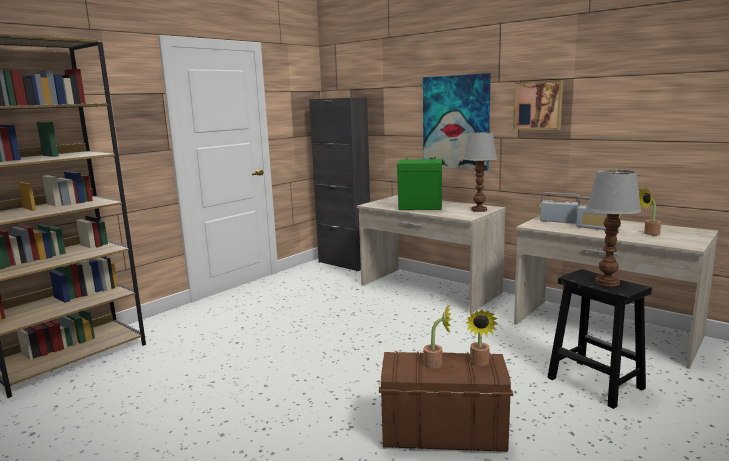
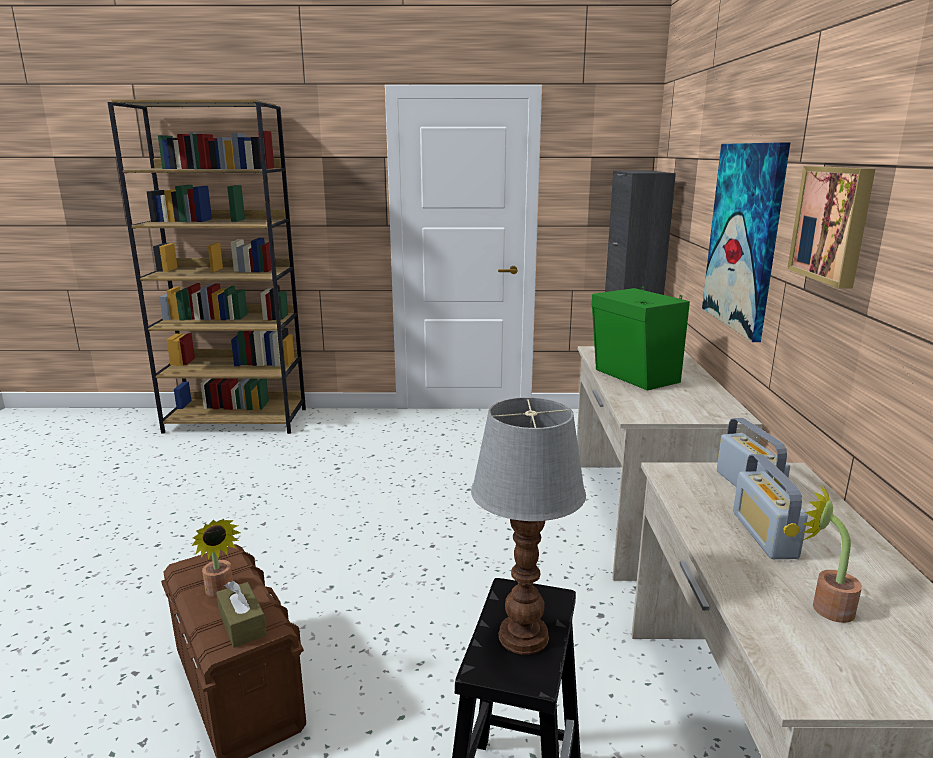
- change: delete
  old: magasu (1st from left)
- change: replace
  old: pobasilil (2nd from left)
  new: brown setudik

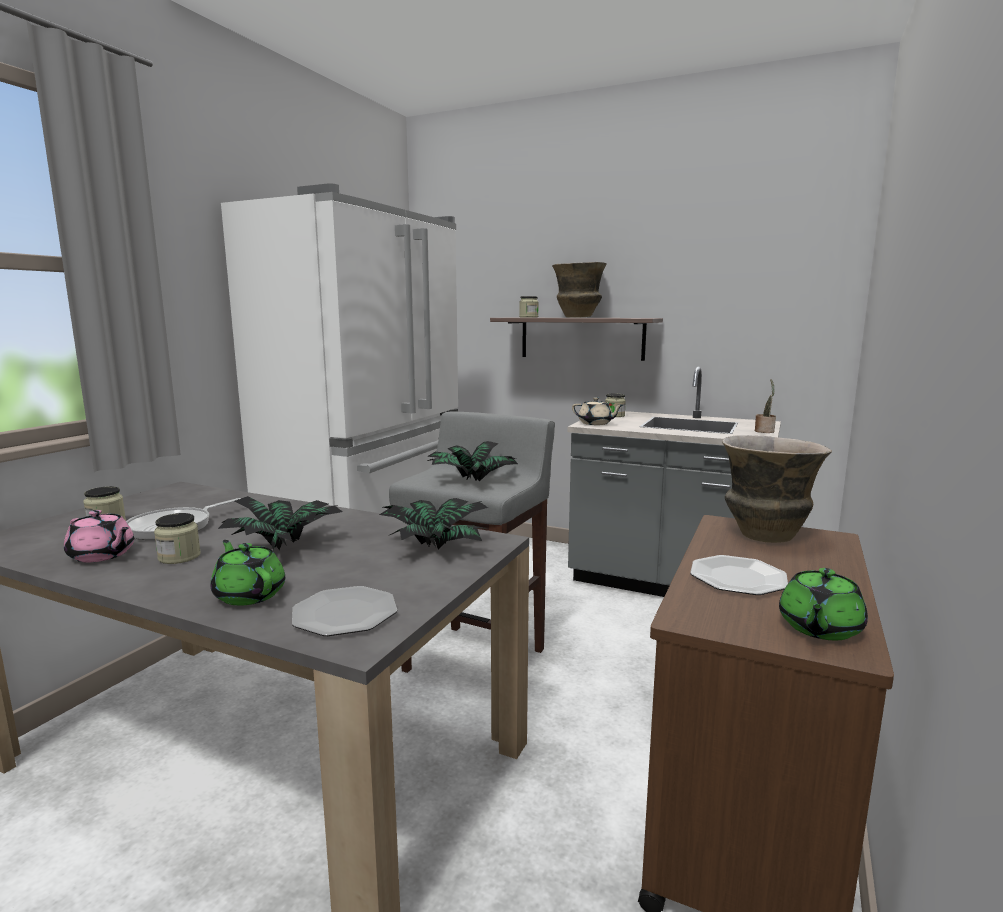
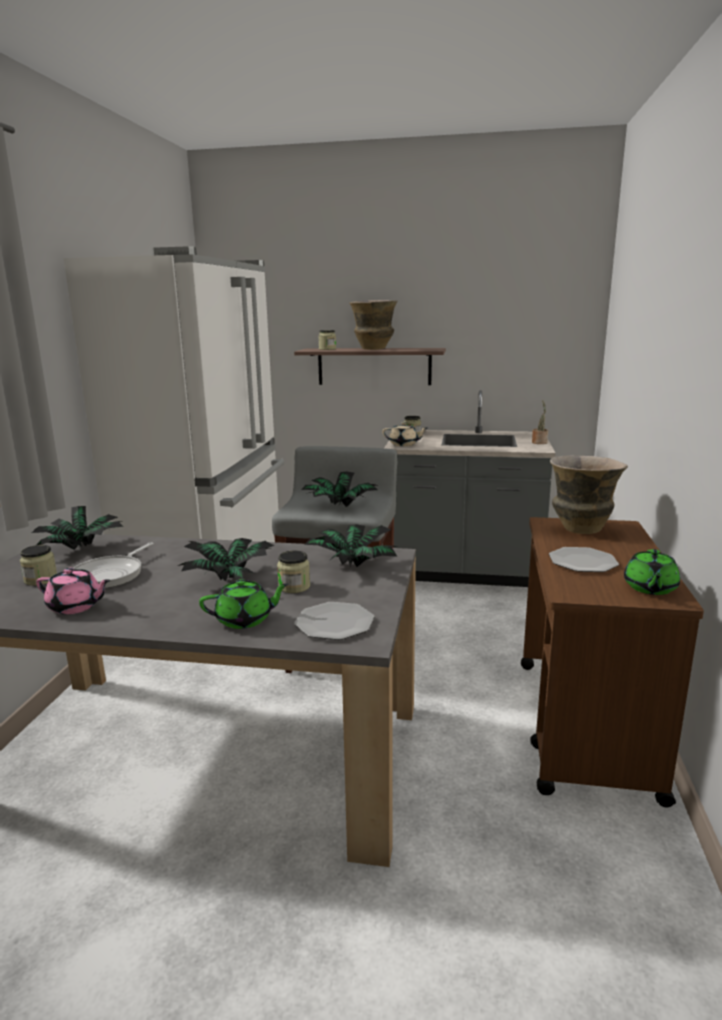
- change: move
  old: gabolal (2nd from left)
- change: rotate
  old: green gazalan (1st from left)
  degrees: 135
- change: insert
  new: pobasilil (1st from left)

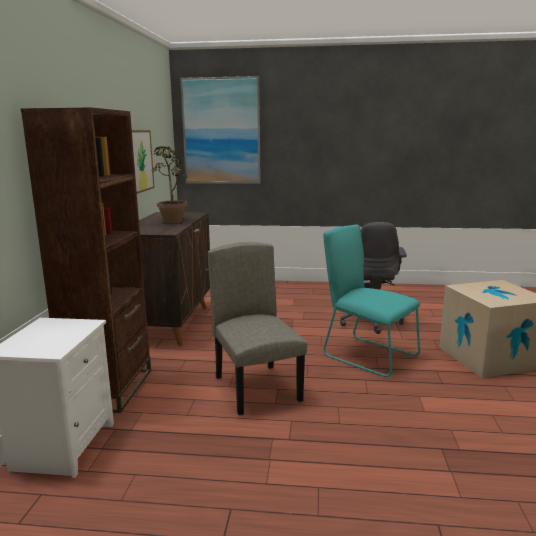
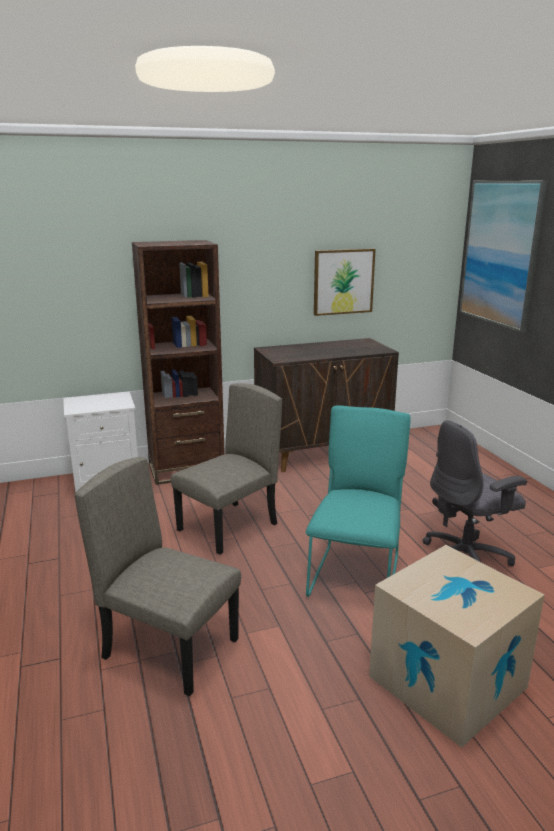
- change: delete
  old: pobasilil
- change: insert
  new: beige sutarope (1st from left)

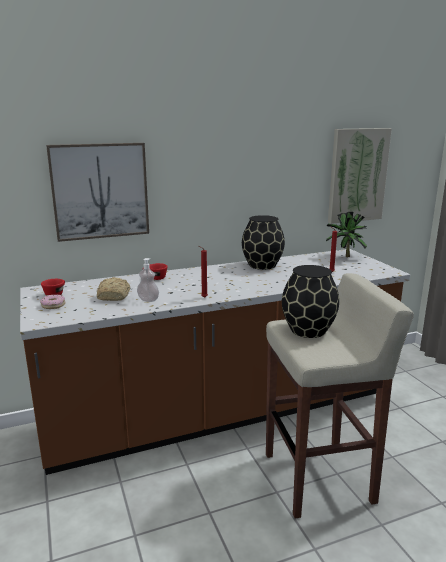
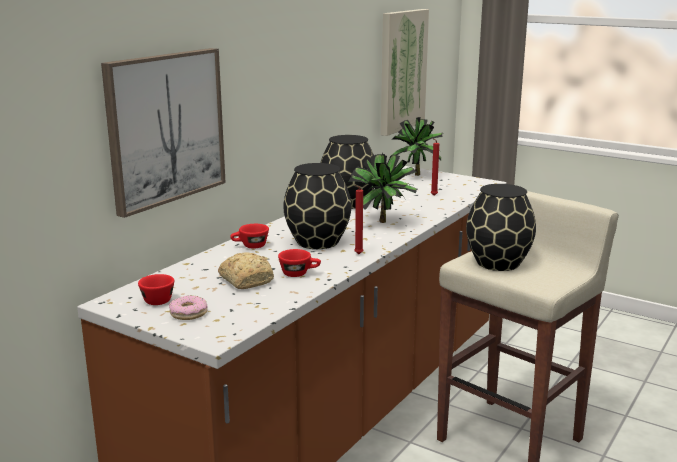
- change: replace
  old: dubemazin
  new: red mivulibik (3rd from left)
- change: insert
  new: pobasilil (1st from left)
- change: insert
  new: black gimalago (1st from left)

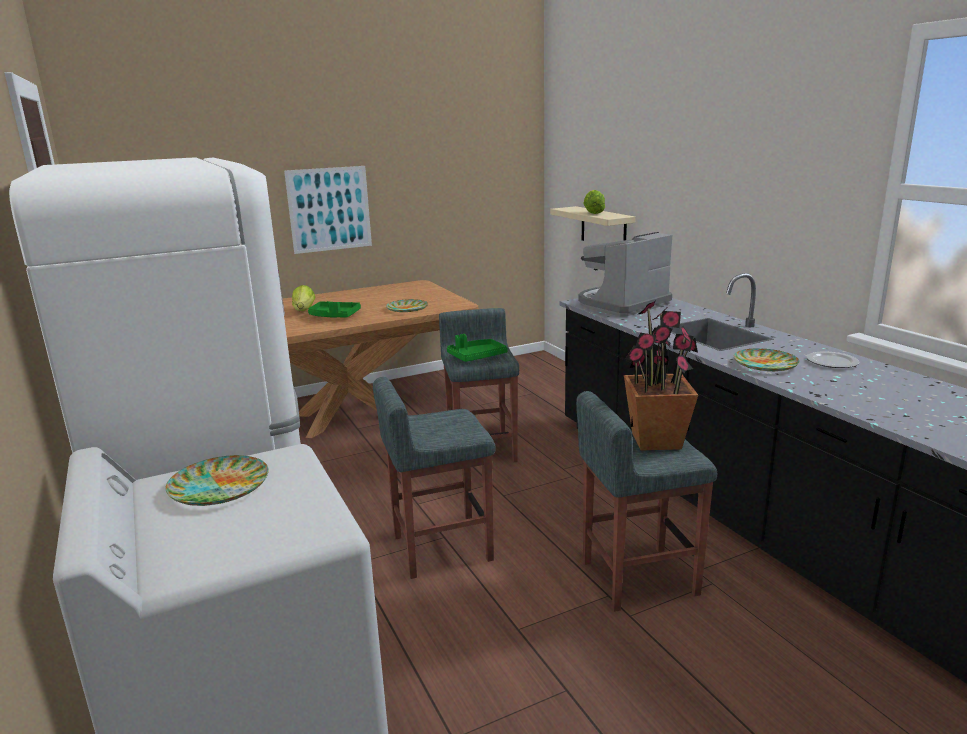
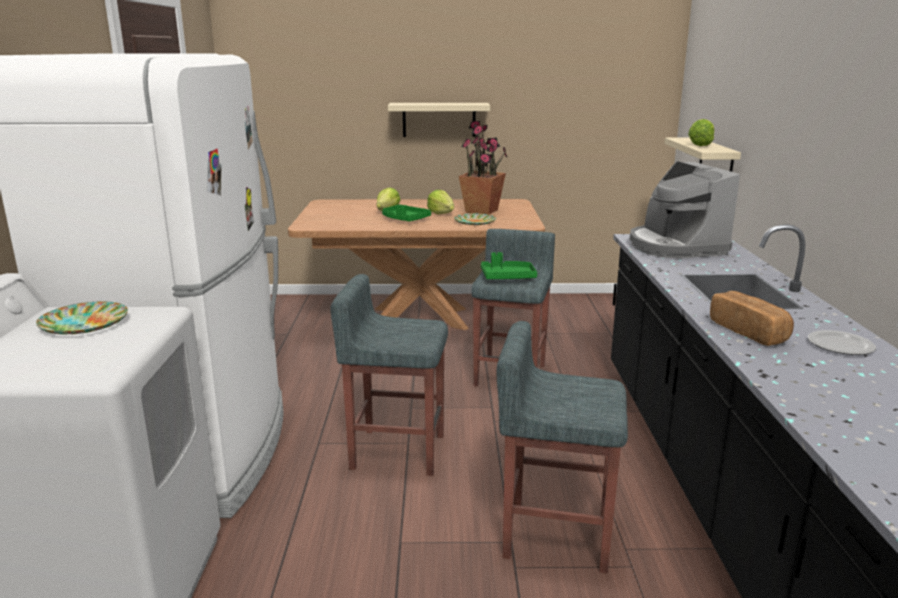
- change: replace
  old: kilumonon
  new: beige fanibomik (1st from left)
- change: rotate
  old: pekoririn
  degrees: -90
- change: move
  old: pobasilil
- change: replace
  old: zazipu (3rd from left)
  new: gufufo
- change: insert
  new: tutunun (2nd from left)

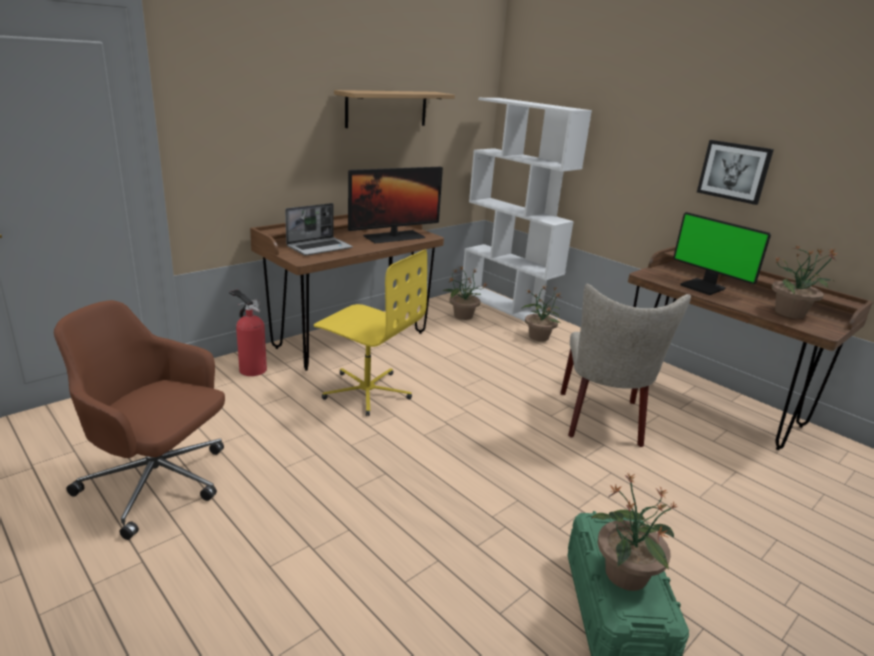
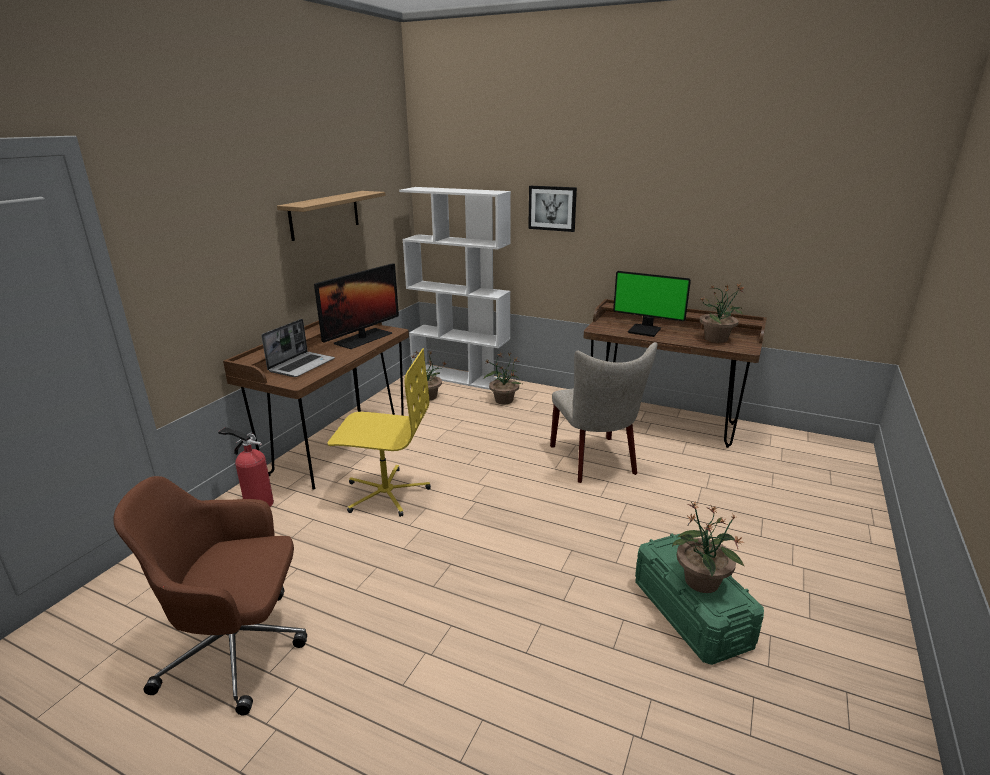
- change: move
  old: kilumonon

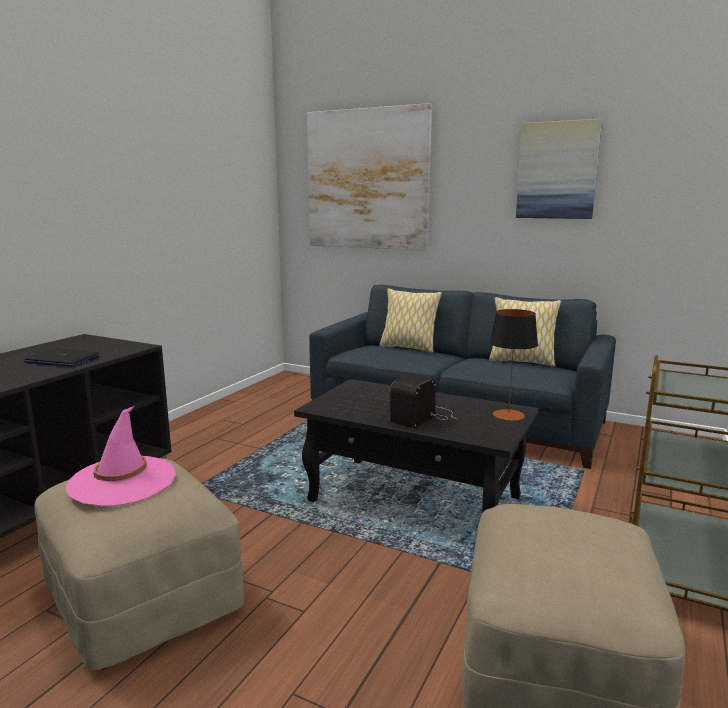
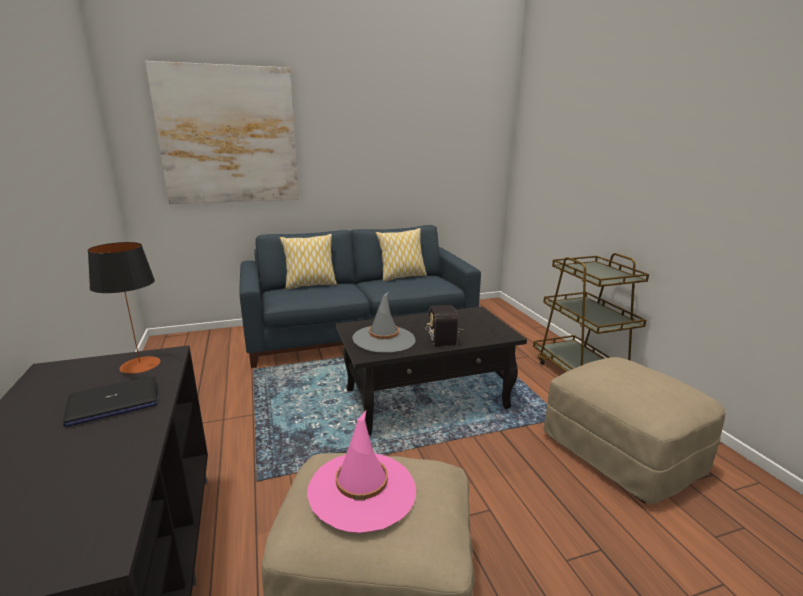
- change: delete
  old: kilumonon (2nd from left)
- change: move
  old: magasu
- change: insert
  new: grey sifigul

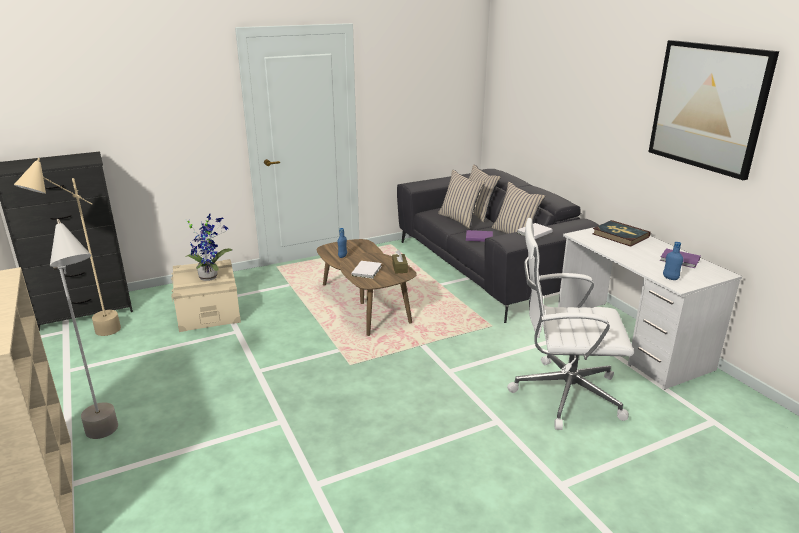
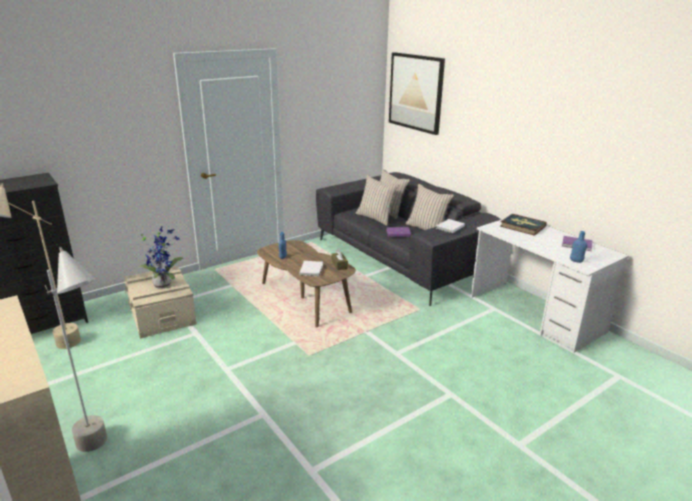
- change: move
  old: kilumonon
- change: delete
  old: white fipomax

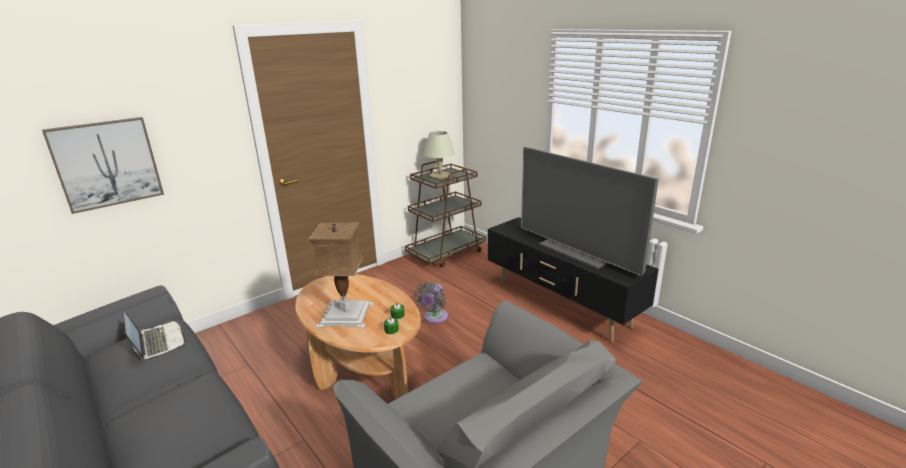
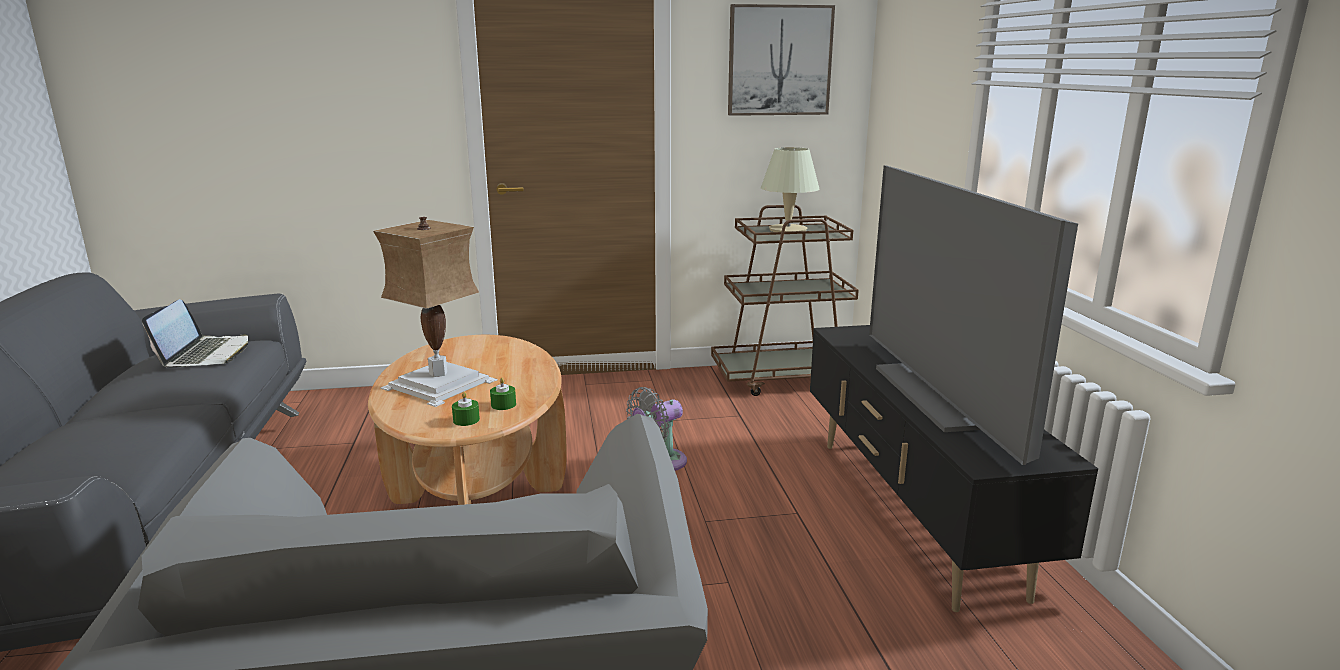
- change: move
  old: kilumonon

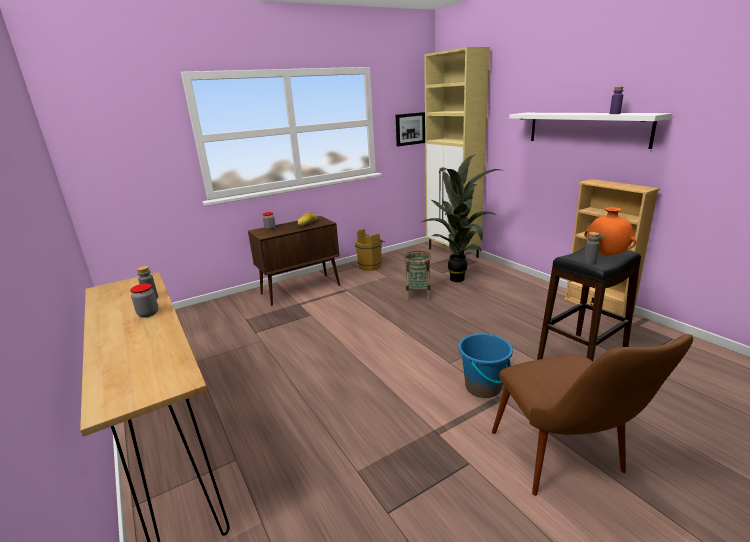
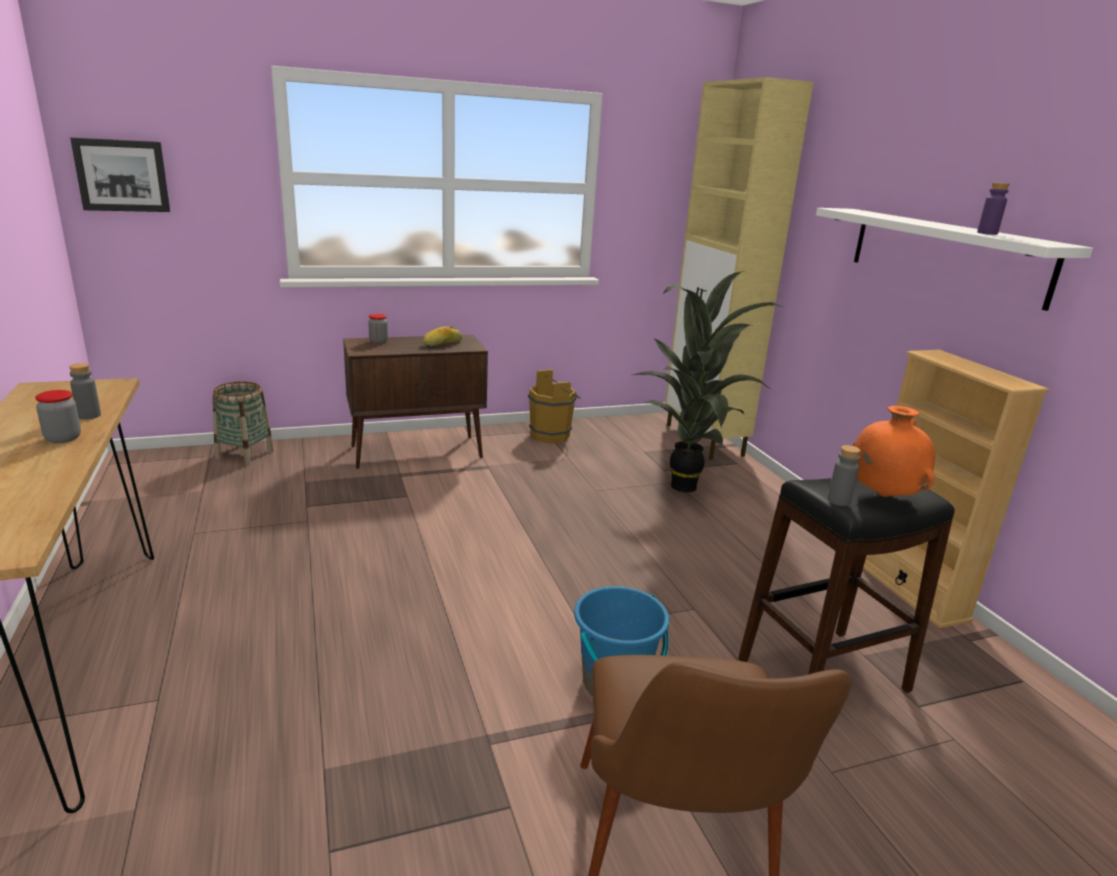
- change: move
  old: kilumonon
- change: move
  old: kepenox

